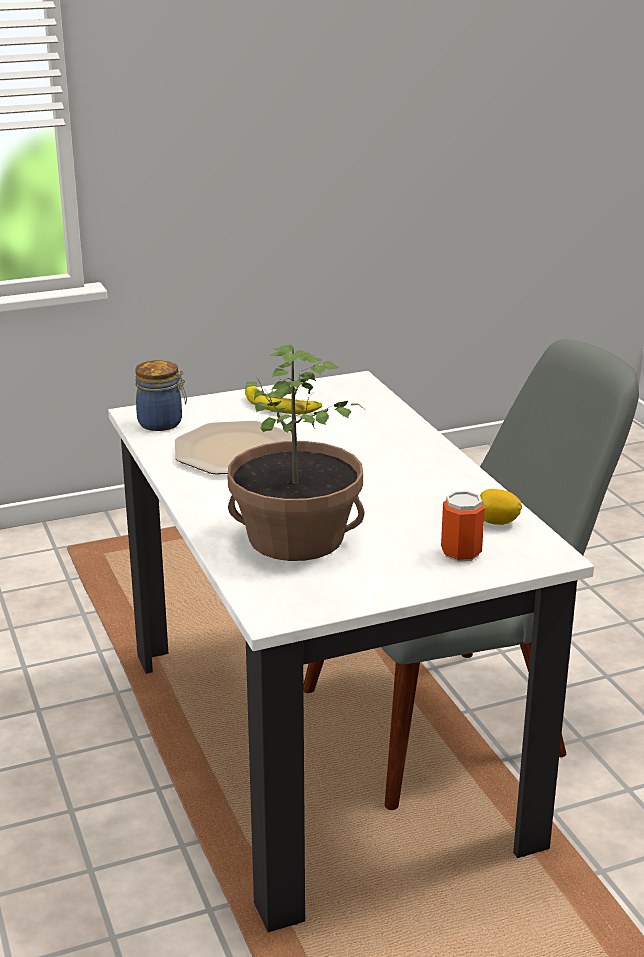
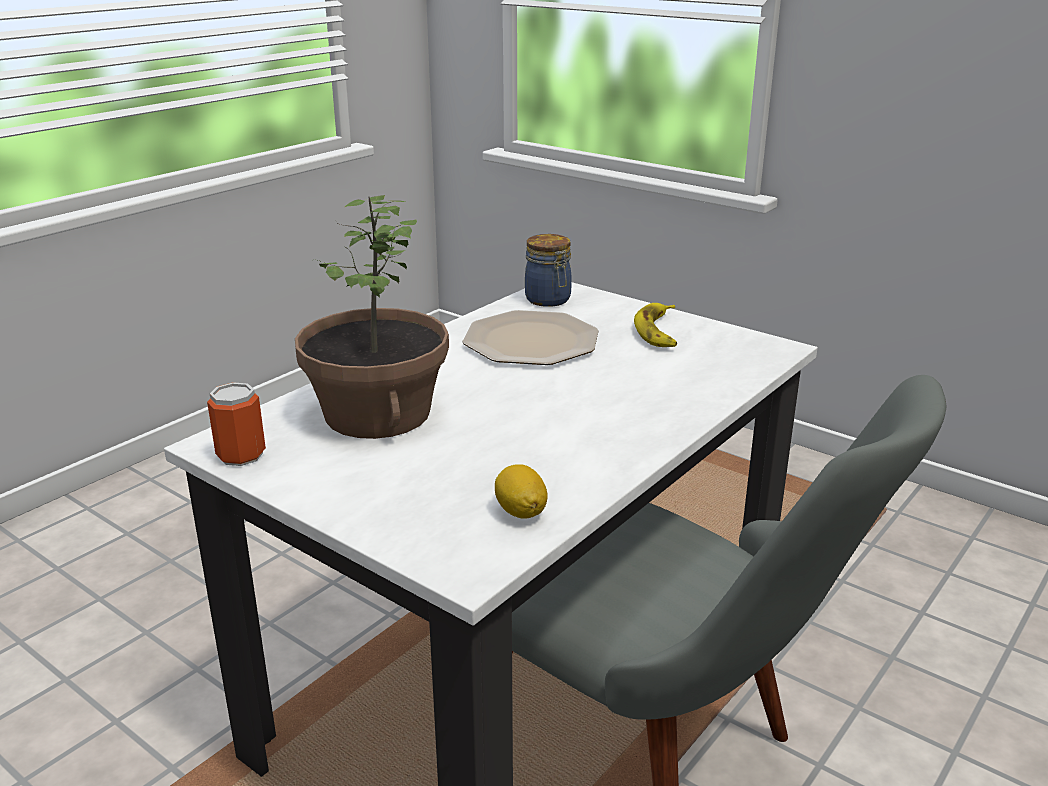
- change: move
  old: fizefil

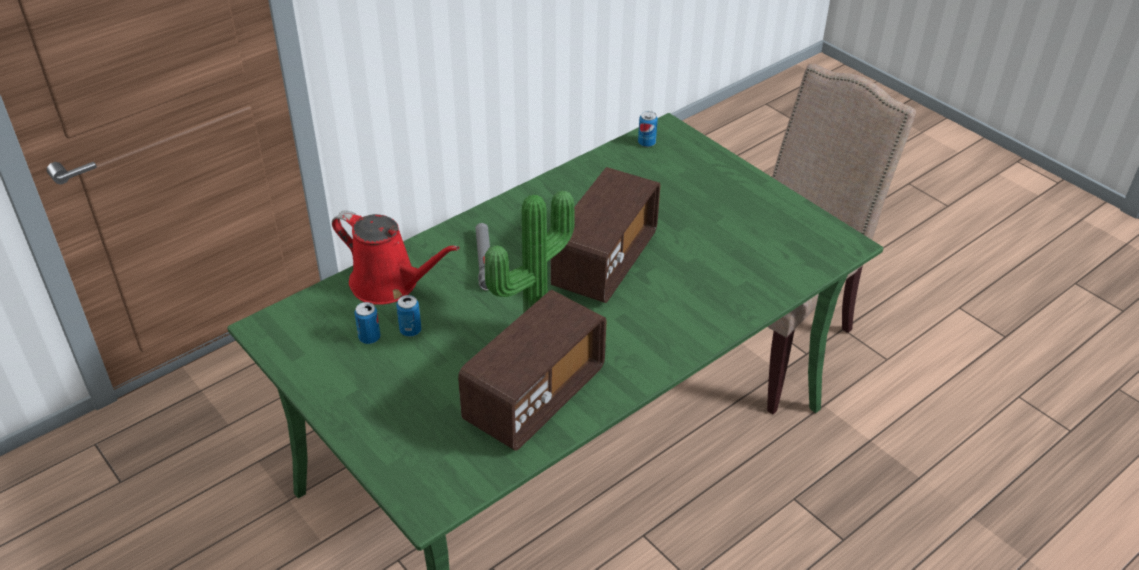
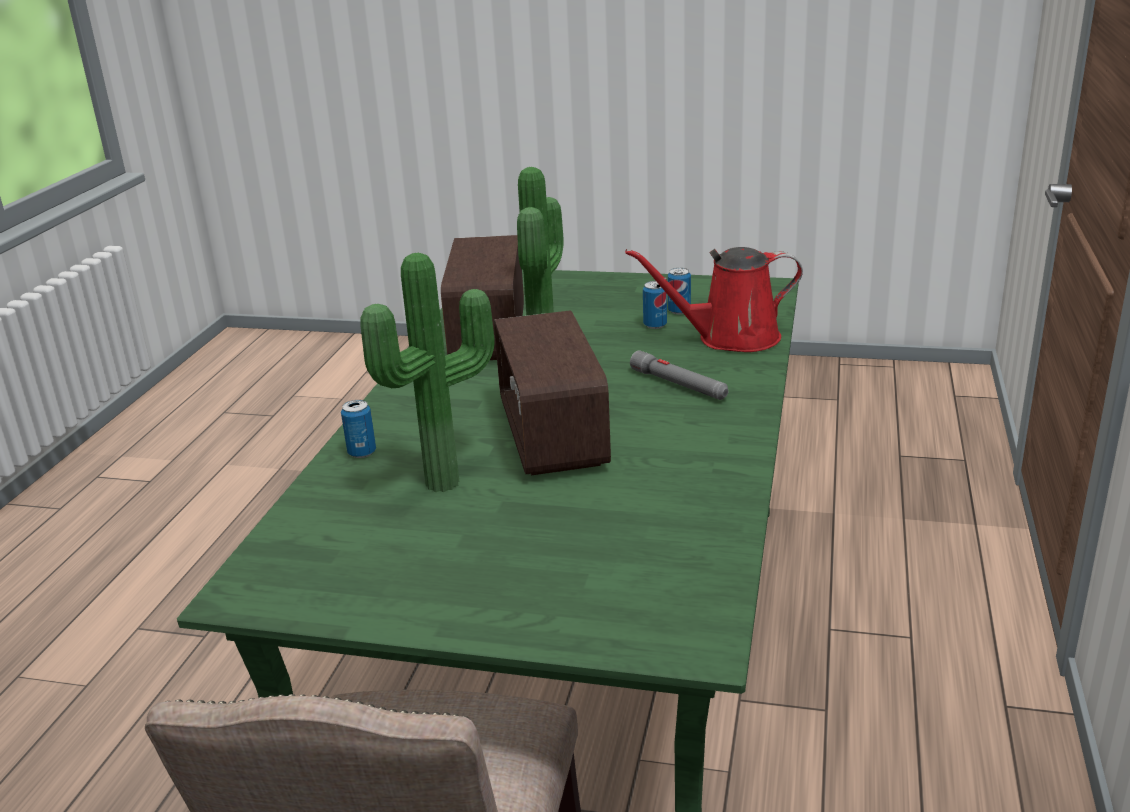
- change: move
  old: fizefil (3rd from left in the first image)
  new: fizefil (1st from left)
- change: insert
  new: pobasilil (1st from left)

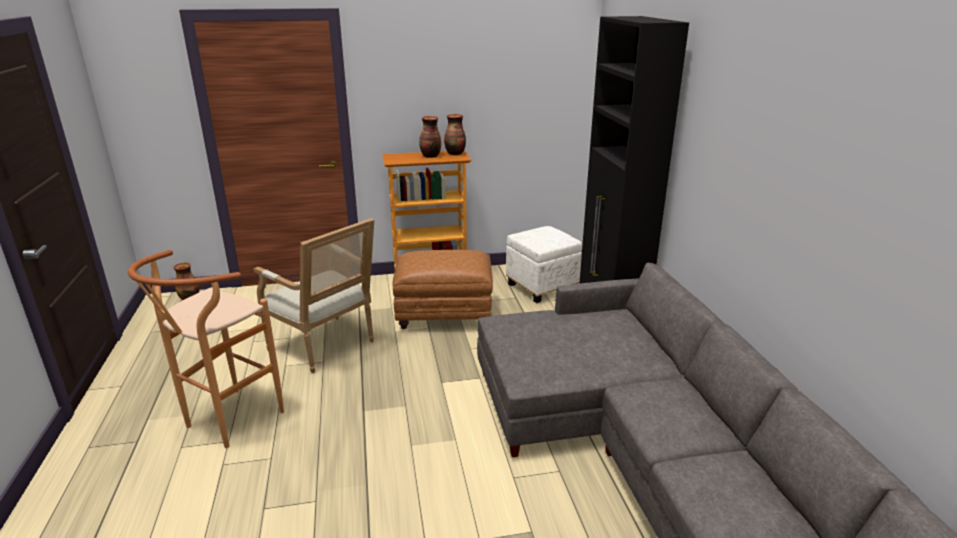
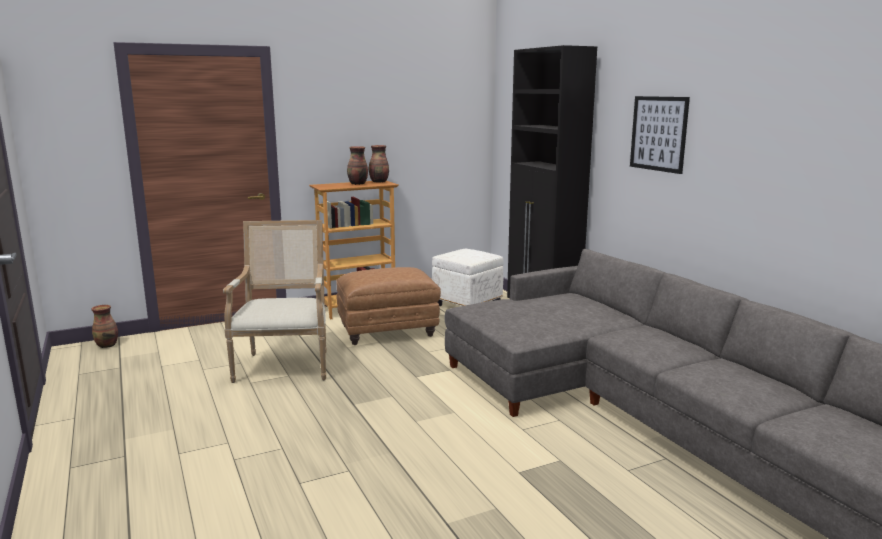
- change: rotate
  old: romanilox
  degrees: -120
- change: delete
  old: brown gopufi
- change: insert
  new: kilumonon

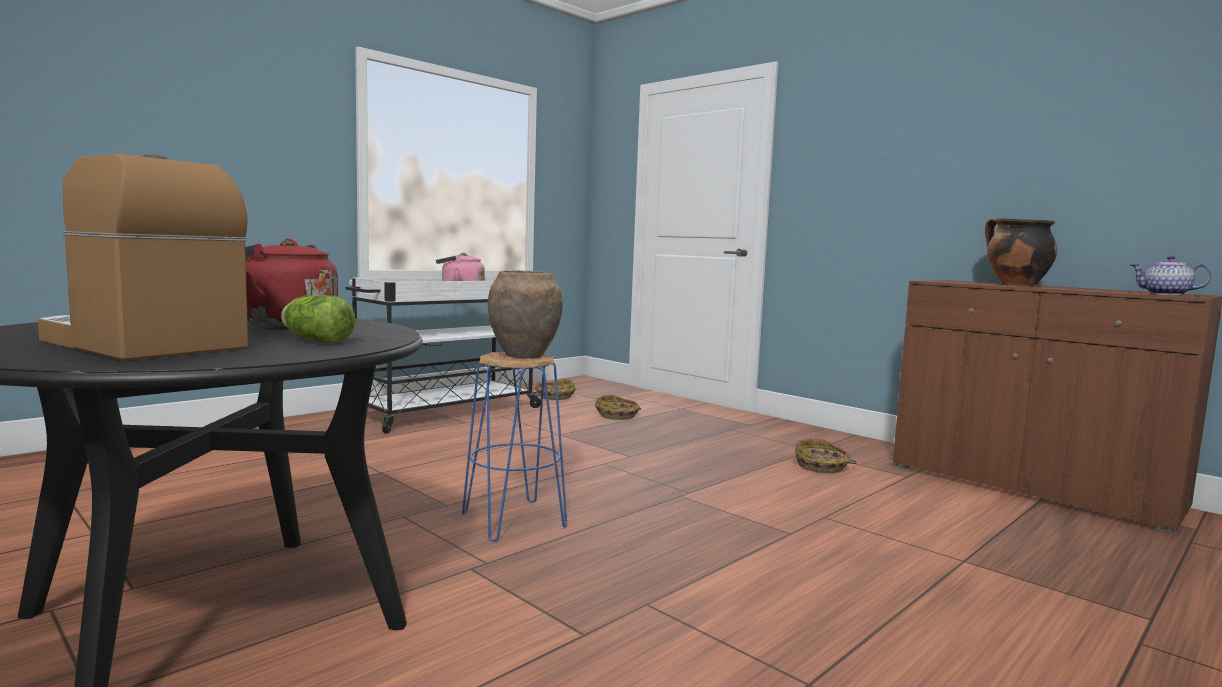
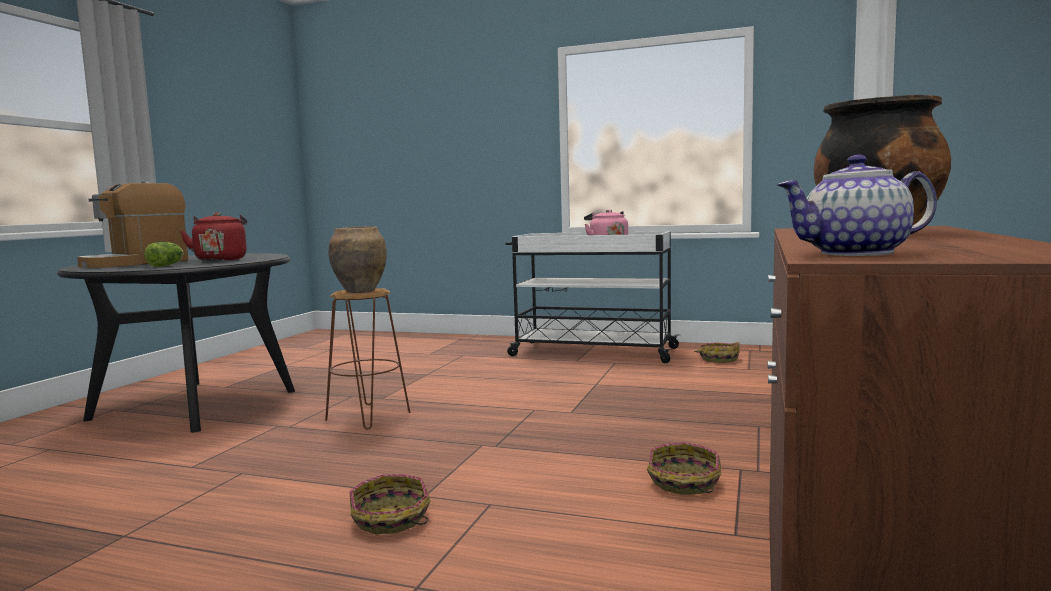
- change: rotate
  old: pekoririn
  degrees: -150
- change: rotate
  old: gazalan
  degrees: -105
- change: recolor
  old: blue gopufi
  new: brown gopufi
- change: move
  old: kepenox (2nd from left in the first image)
  new: kepenox (1st from left)

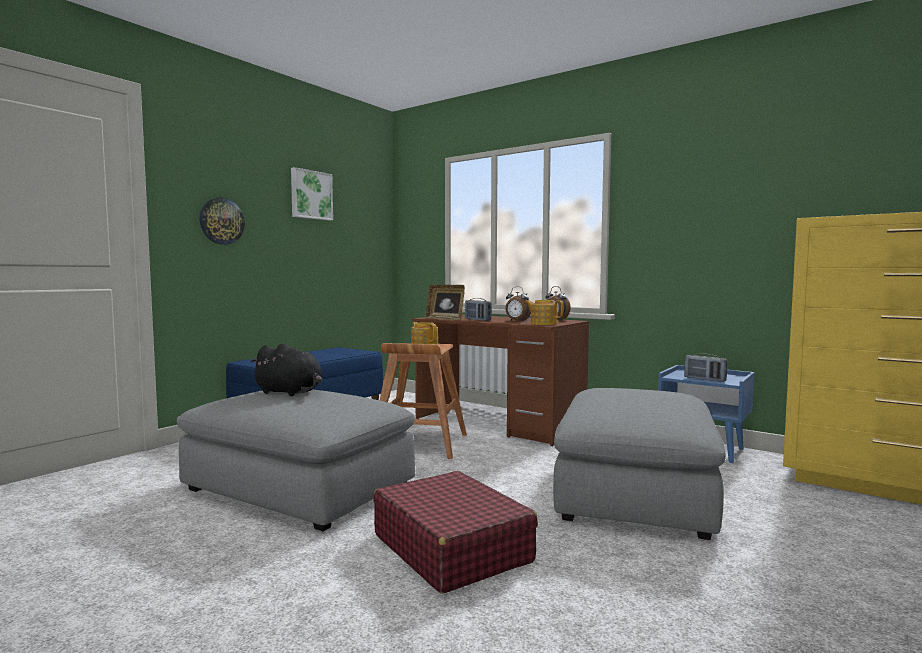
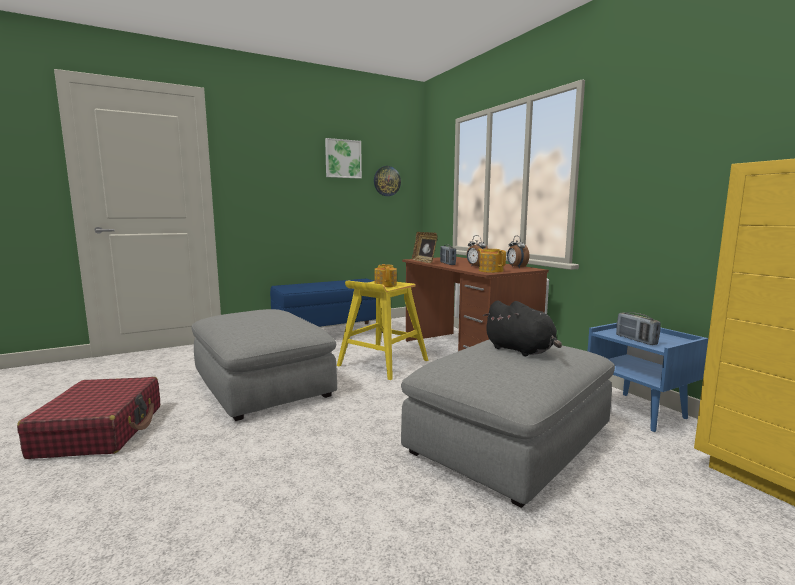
- change: move
  old: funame
- change: recolor
  old: brown gopufi
  new: yellow gopufi
- change: move
  old: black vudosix
- change: move
  old: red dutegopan

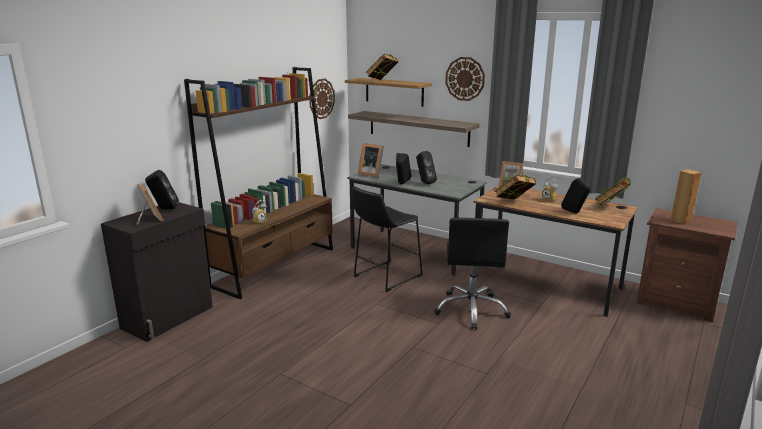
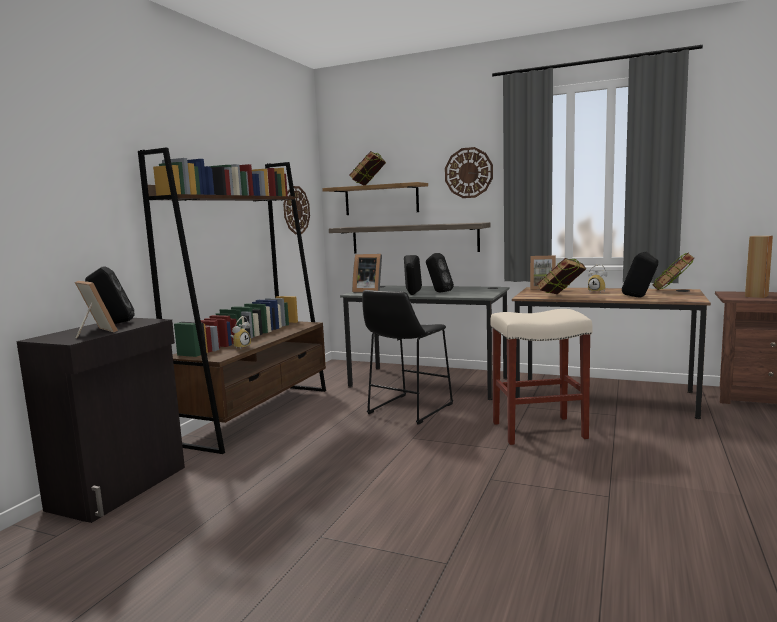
- change: replace
  old: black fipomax
  new: beige gopufi

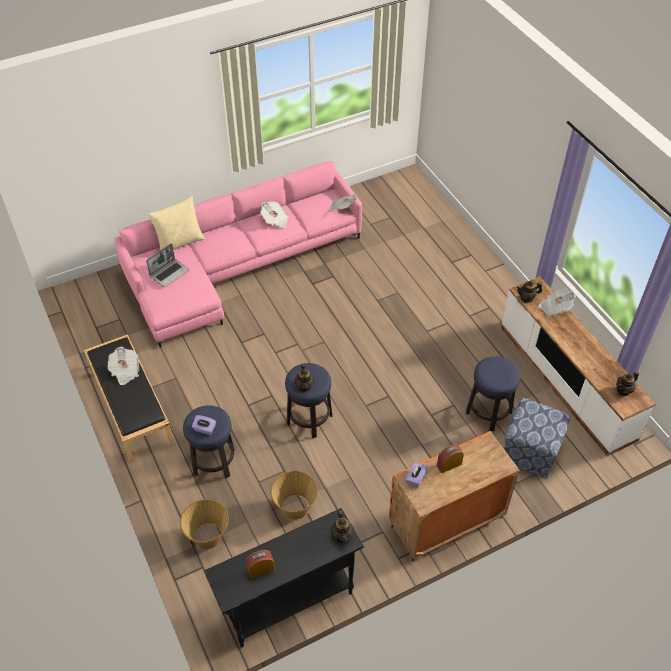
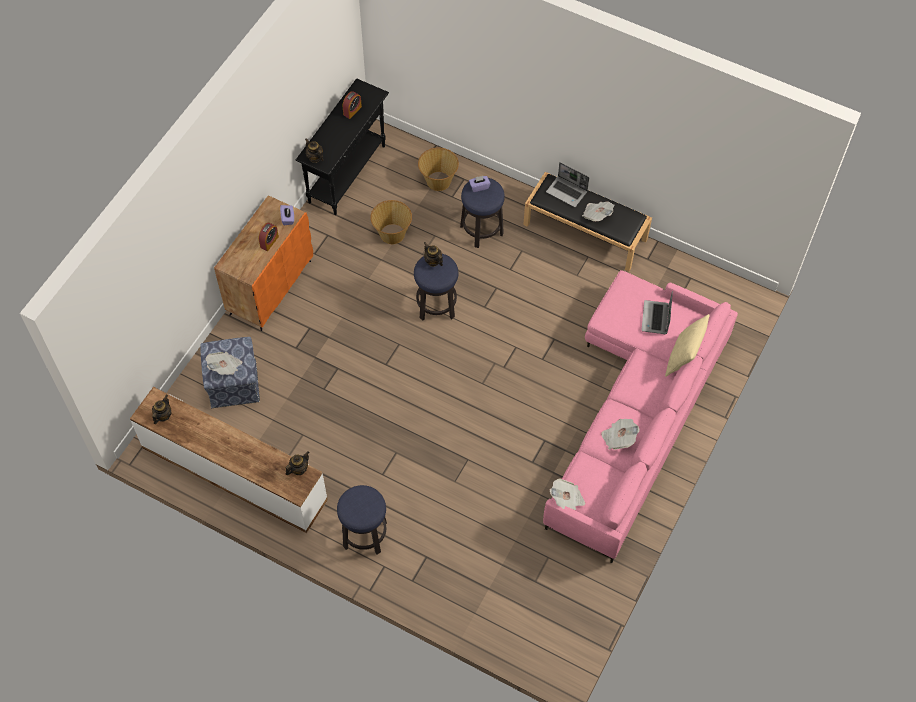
- change: move
  old: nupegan (4th from left in the first image)
  new: nupegan (1st from left)
- change: move
  old: gopufi (3rd from left in the first image)
  new: gopufi (1st from left)
- change: insert
  new: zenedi (1st from left)

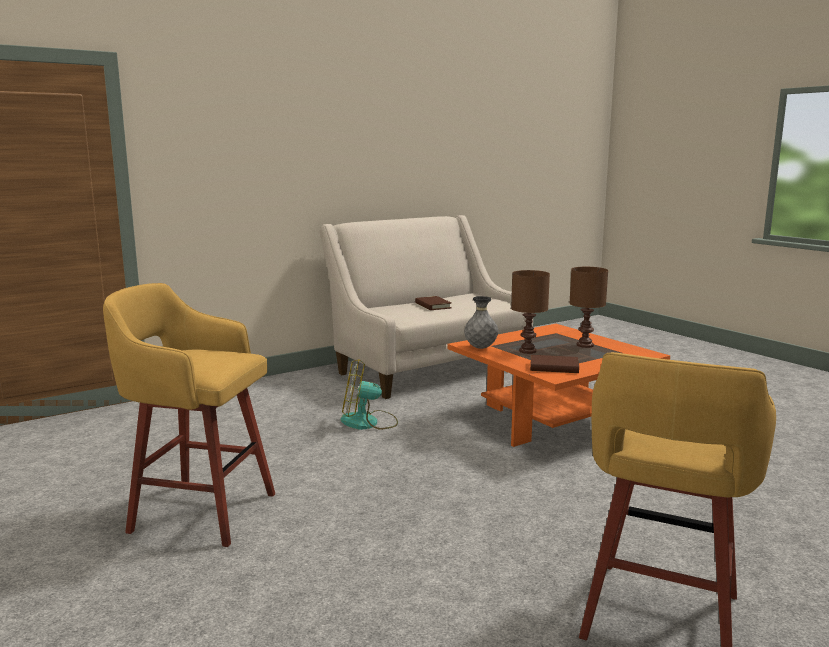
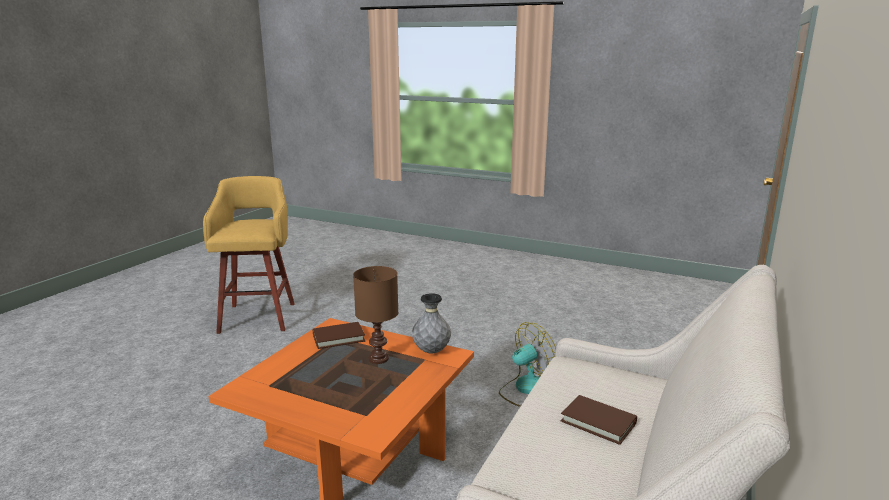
- change: delete
  old: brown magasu (2nd from left)
- change: delete
  old: yellow gopufi (1st from left)

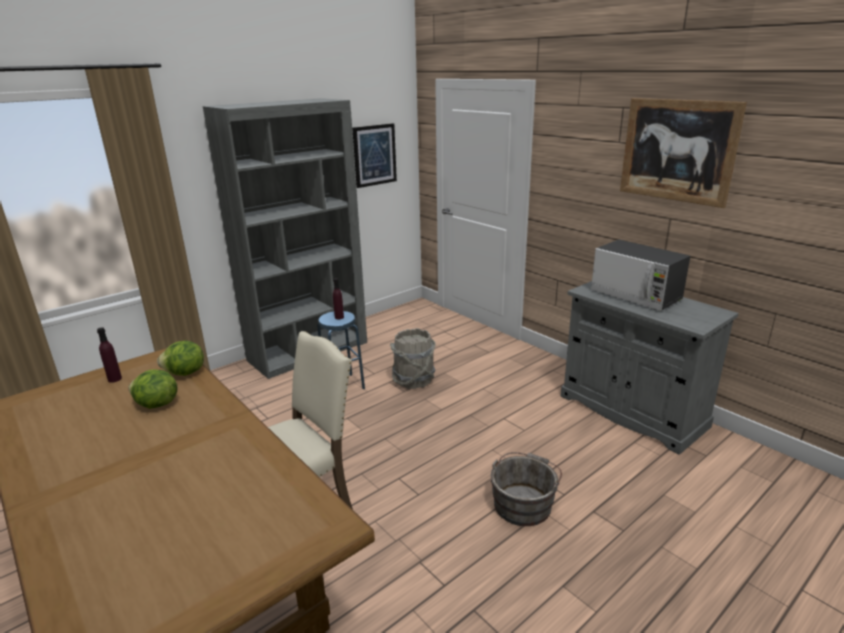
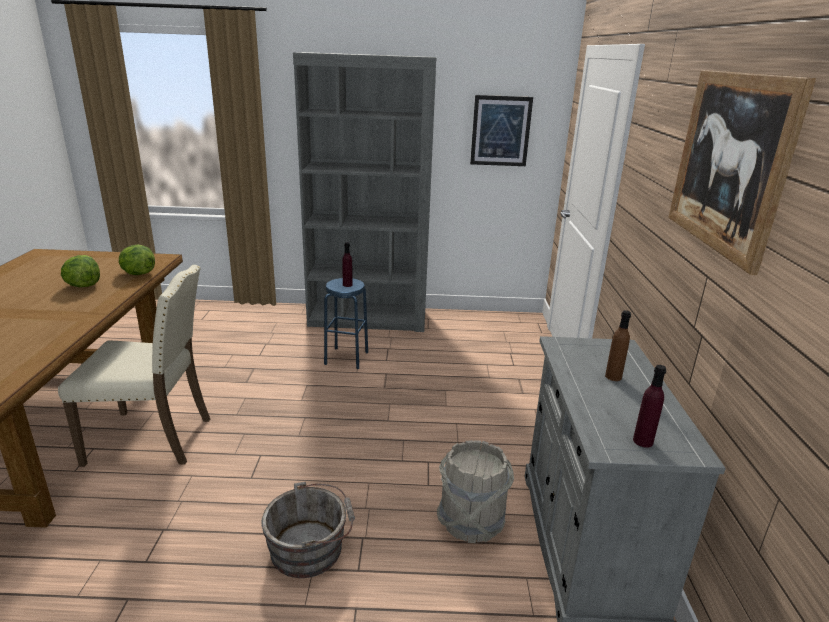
- change: replace
  old: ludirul
  new: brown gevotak
- change: move
  old: purple gevotak (1st from left in the first image)
  new: purple gevotak (2nd from left)
- change: move
  old: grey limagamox (1st from left in the first image)
  new: grey limagamox (2nd from left)

